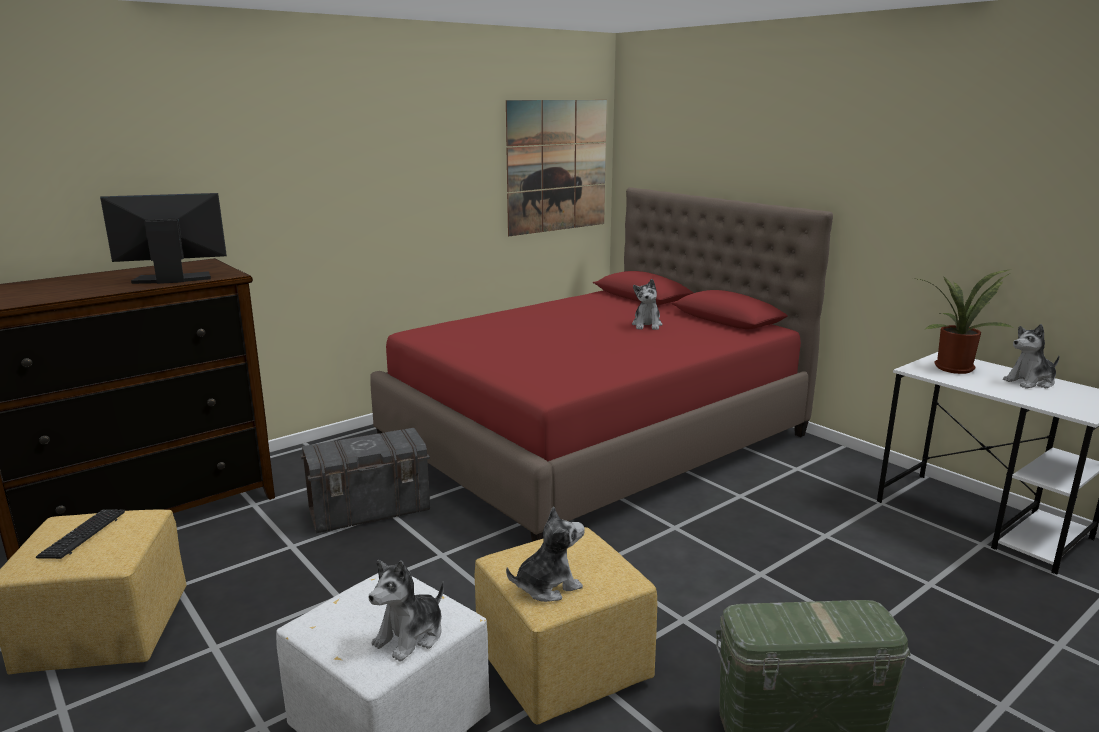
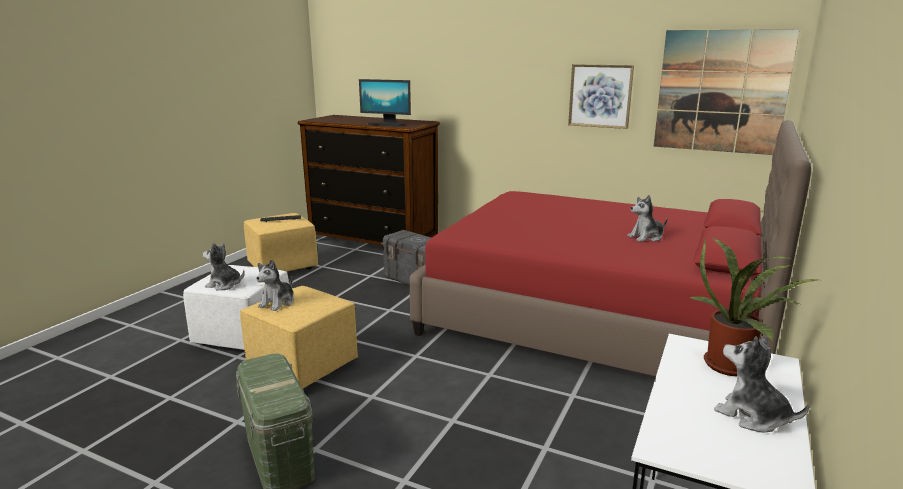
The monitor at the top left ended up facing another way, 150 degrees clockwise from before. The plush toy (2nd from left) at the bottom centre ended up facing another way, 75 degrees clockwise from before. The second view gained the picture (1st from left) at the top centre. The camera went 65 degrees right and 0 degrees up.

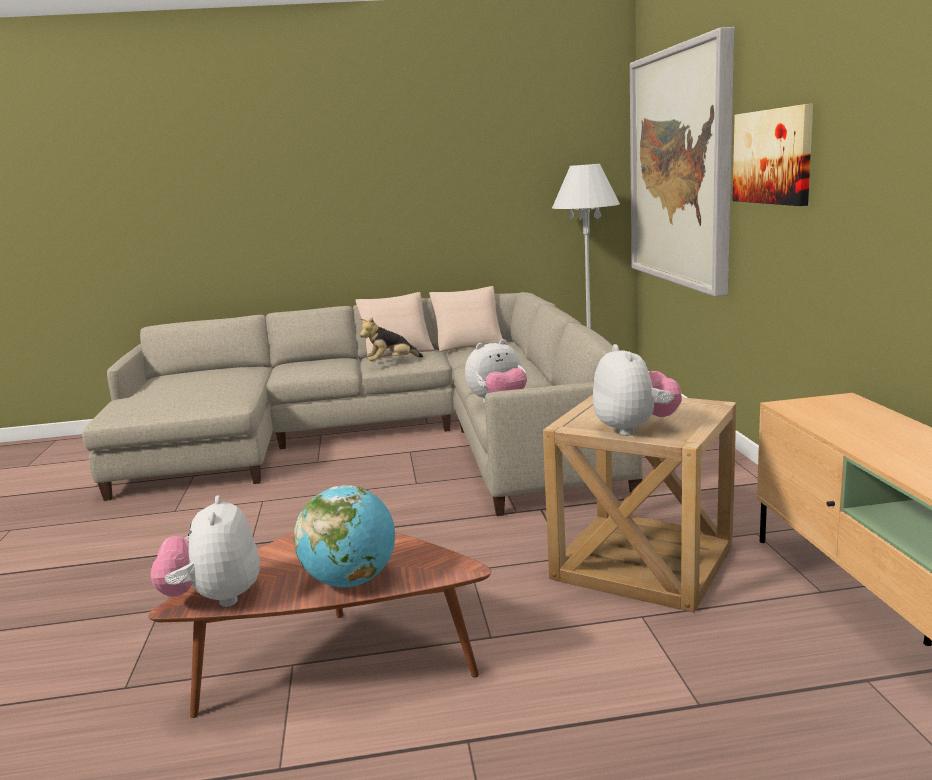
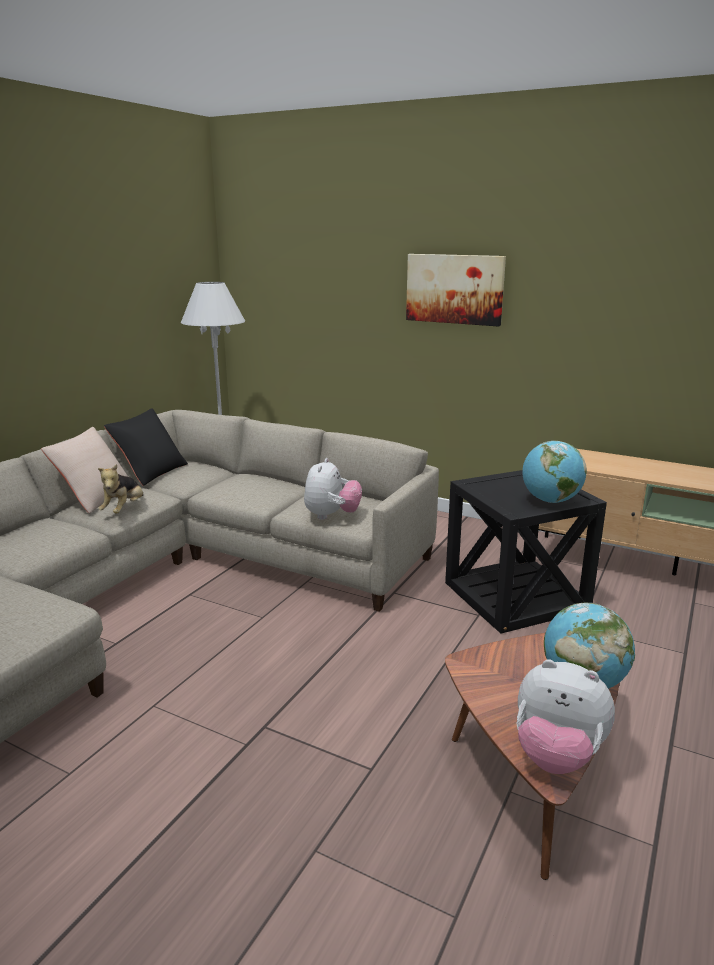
The second view lost the picture (1st from left) at the top right. What was the pillow (beige) (2nd from left) at the centre turned into the pillow (black) at the middle left. Where the plush toy (4th from left) stood at the middle right, the globe (1st from left) came to stand at the middle right. What was the side table (beige) at the middle right turned into the side table (black) at the middle right. The camera went 55 degrees left and 5 degrees up.

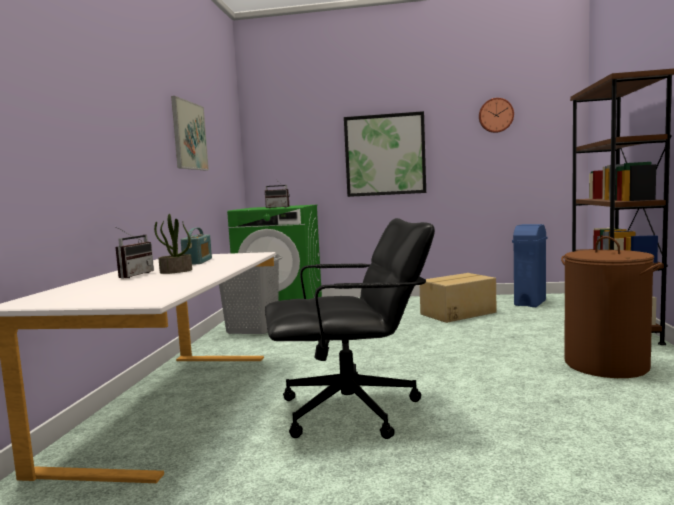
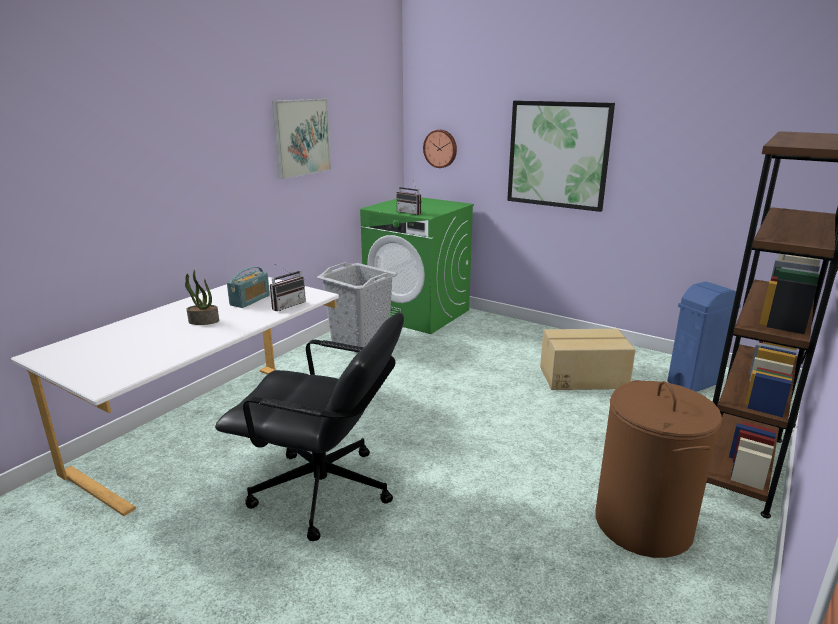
The wall clock ended up elsewhere, having gone from the top right to the top centre. The radio (1st from left in the first image) ended up elsewhere, having gone from the middle left to the centre. The camera went 25 degrees right and 15 degrees up.

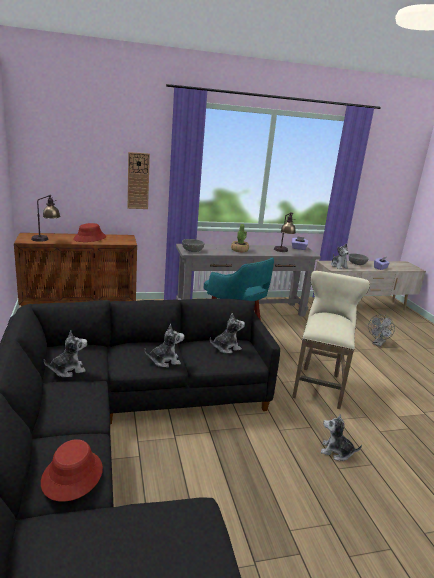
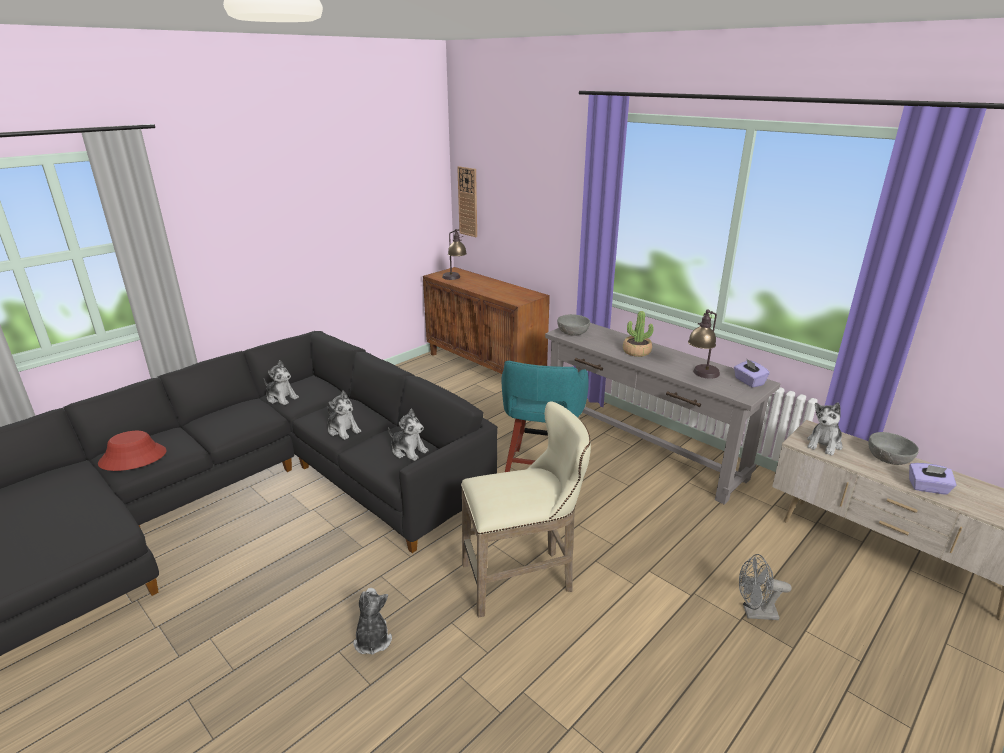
The wall clock ended up elsewhere, having gone from the top left to the top centre. The second view lost the hat (red) (2nd from left) at the middle left. The camera went 60 degrees right and 5 degrees up.

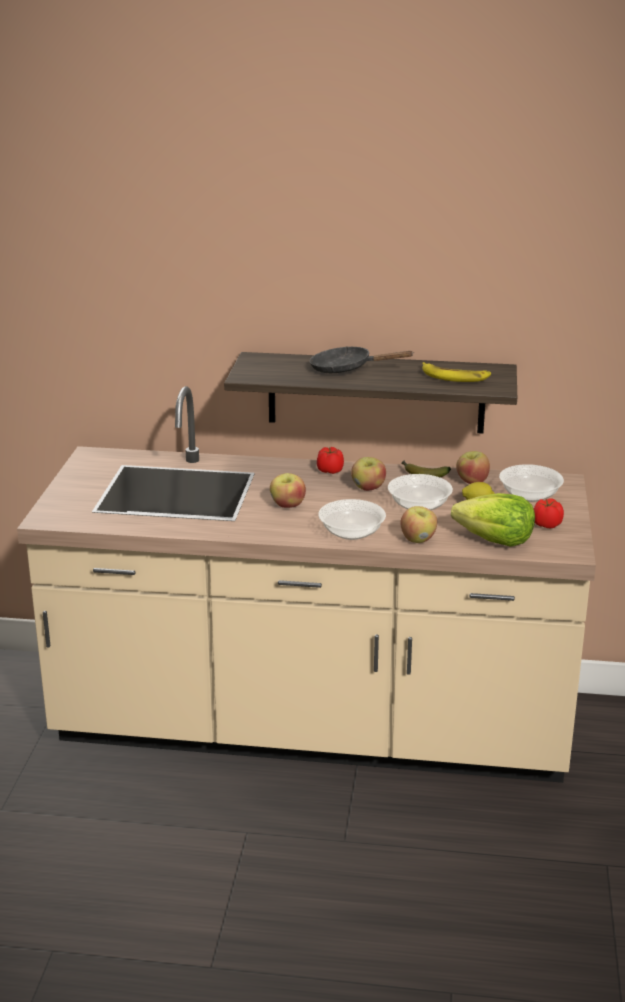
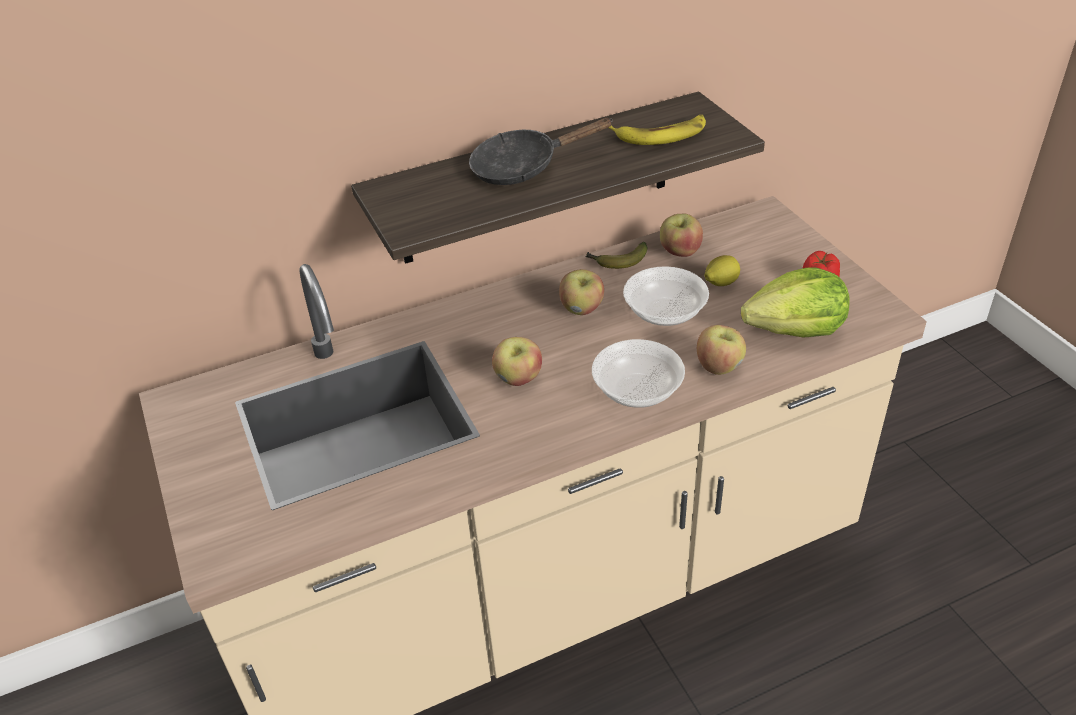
The second view lost the tomato (1st from left) at the centre. The second view lost the bowl (3rd from left) at the middle right. The camera went 30 degrees left and 15 degrees up.

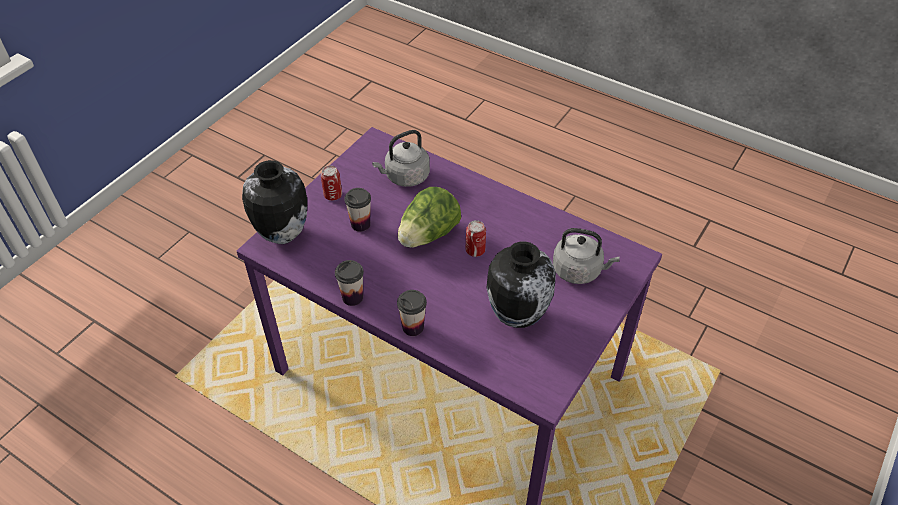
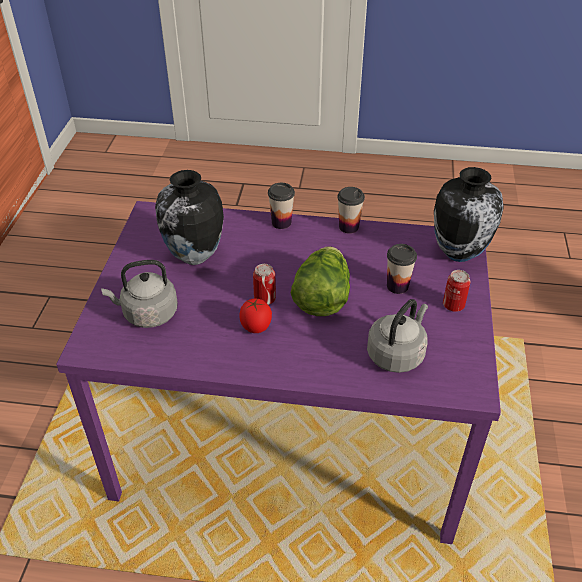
The second view gained the tomato at the centre. The camera went 155 degrees right and 5 degrees down.

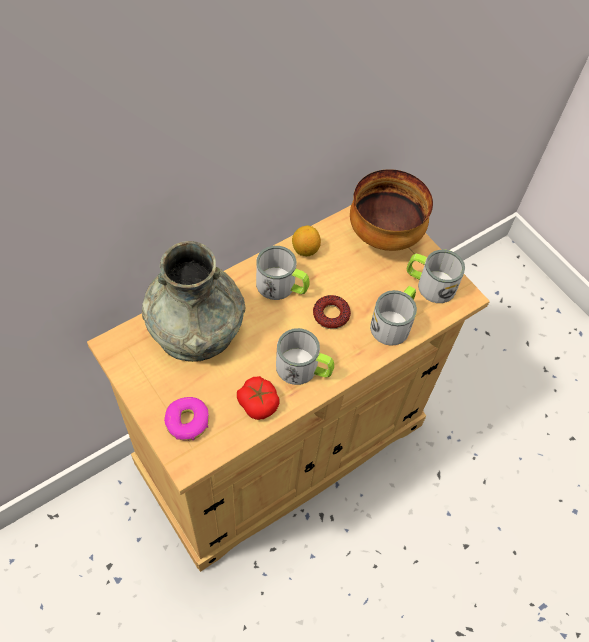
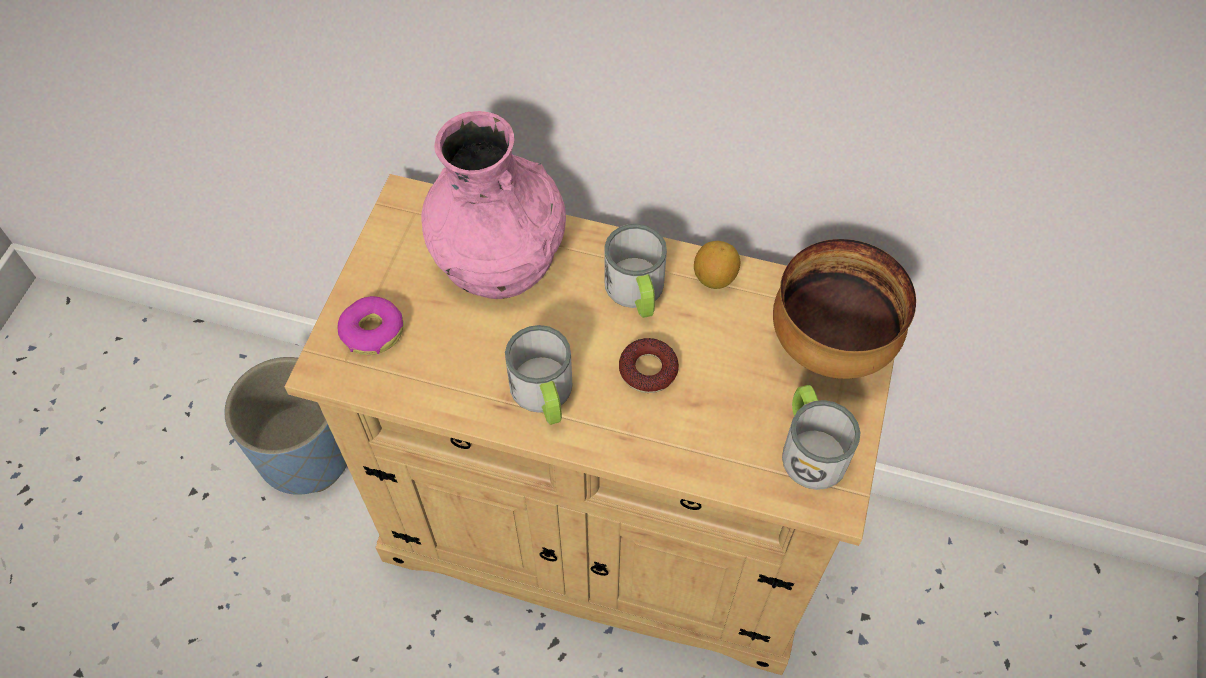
What was the vase (grey) at the middle left turned into the vase (pink) at the top centre. The second view lost the mug (3rd from left) at the middle right. The second view lost the tomato at the centre. The second view gained the planter (blue) at the middle left. The camera went 55 degrees right and 0 degrees up.

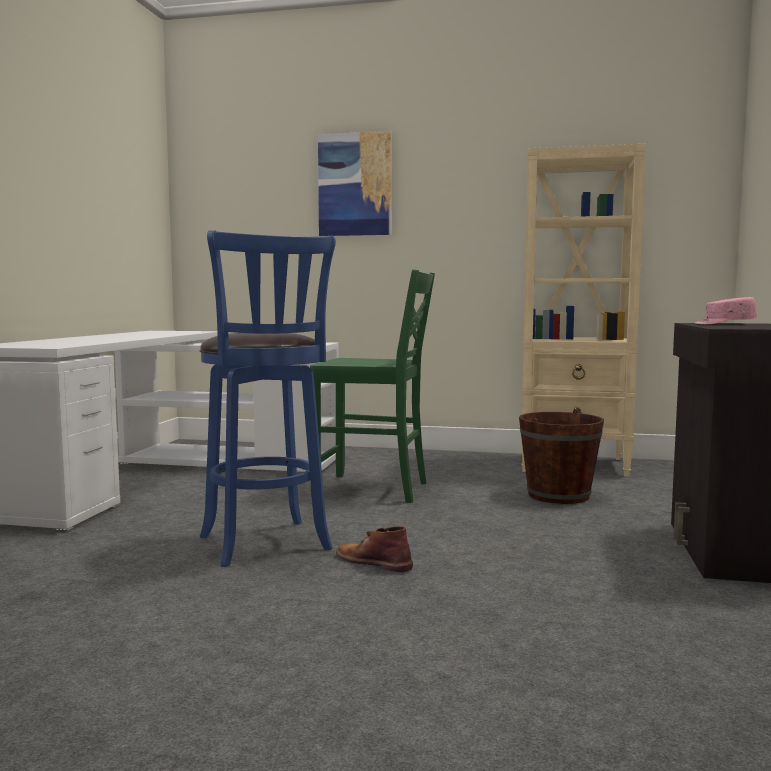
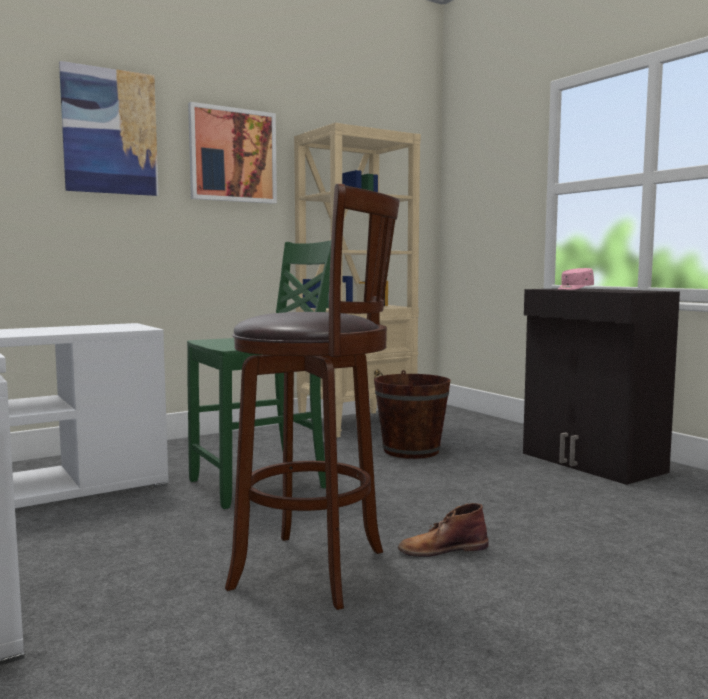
What was the stool (blue) at the centre turned into the stool (brown) at the centre. The second view gained the picture (2nd from left) at the top left. The camera went 45 degrees left and 0 degrees up.

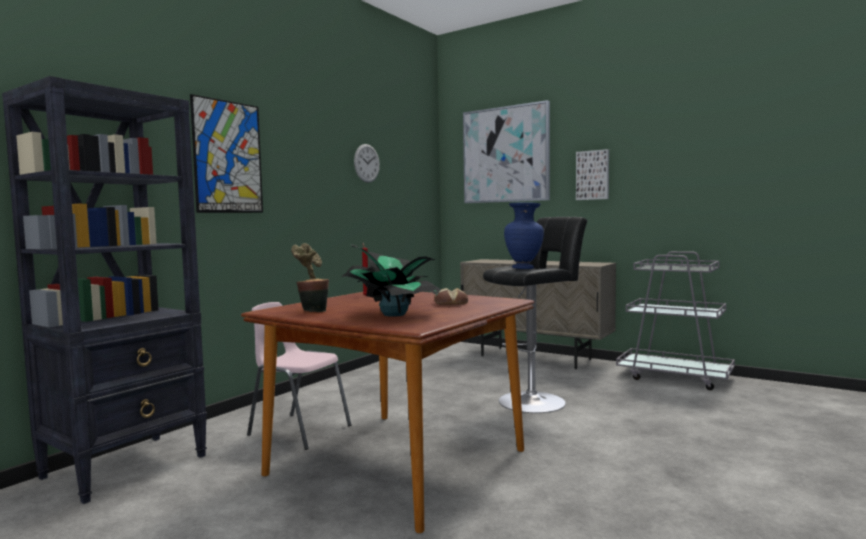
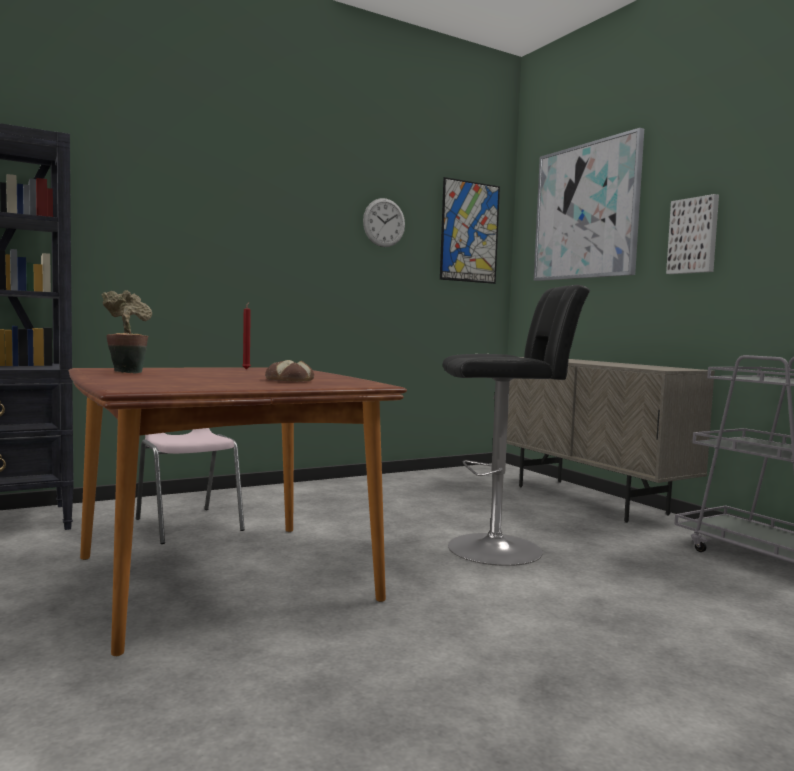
The picture (1st from left) ended up elsewhere, having gone from the top left to the top centre. The second view lost the vase (blue) at the centre. The second view lost the potted plant (2nd from left) at the centre. The camera went 25 degrees right and 0 degrees up.

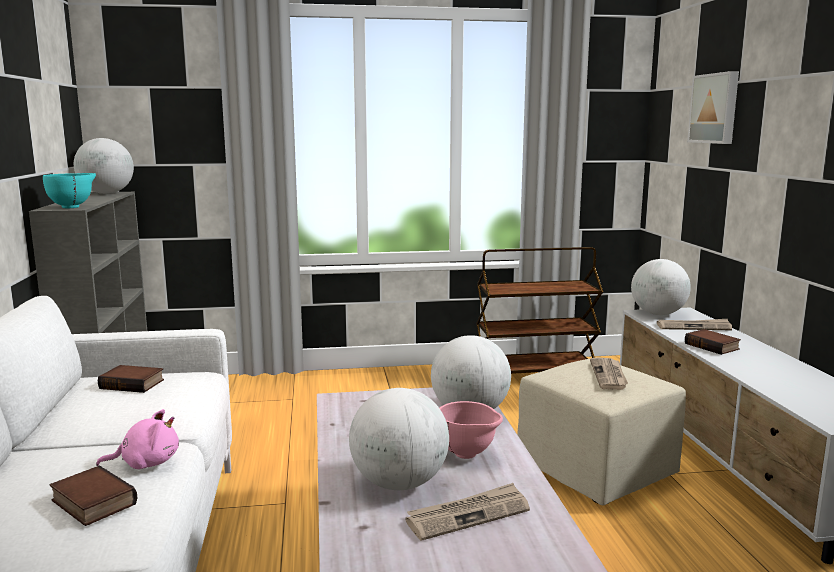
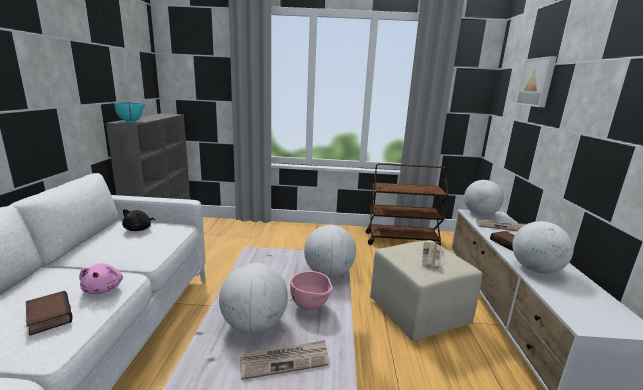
The globe (1st from left in the first image) ended up elsewhere, having gone from the top left to the middle right. Where the book (2nd from left) stood at the middle left, the plush toy (black) came to stand at the middle left. The plush toy (pink) at the bottom left ended up facing another way, 75 degrees clockwise from before. The camera went 10 degrees right and 5 degrees up.

